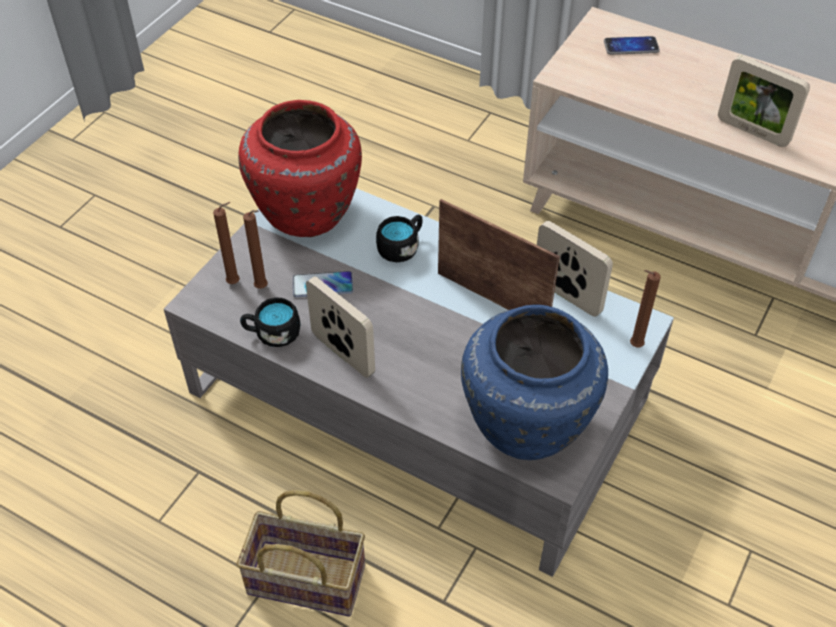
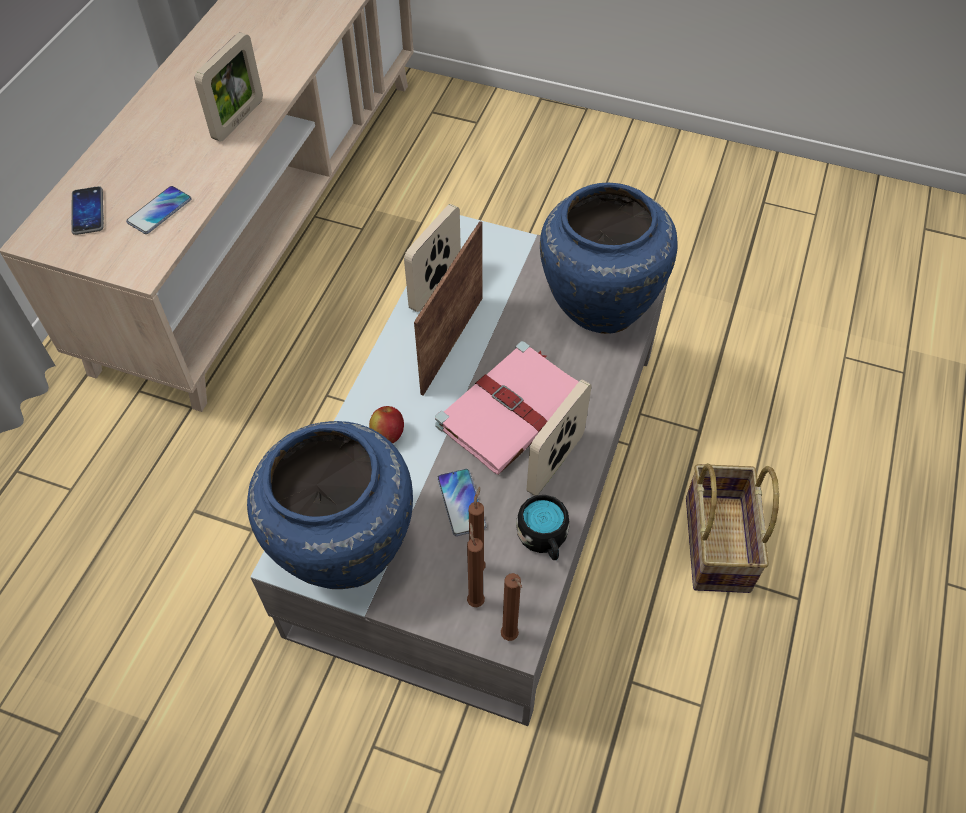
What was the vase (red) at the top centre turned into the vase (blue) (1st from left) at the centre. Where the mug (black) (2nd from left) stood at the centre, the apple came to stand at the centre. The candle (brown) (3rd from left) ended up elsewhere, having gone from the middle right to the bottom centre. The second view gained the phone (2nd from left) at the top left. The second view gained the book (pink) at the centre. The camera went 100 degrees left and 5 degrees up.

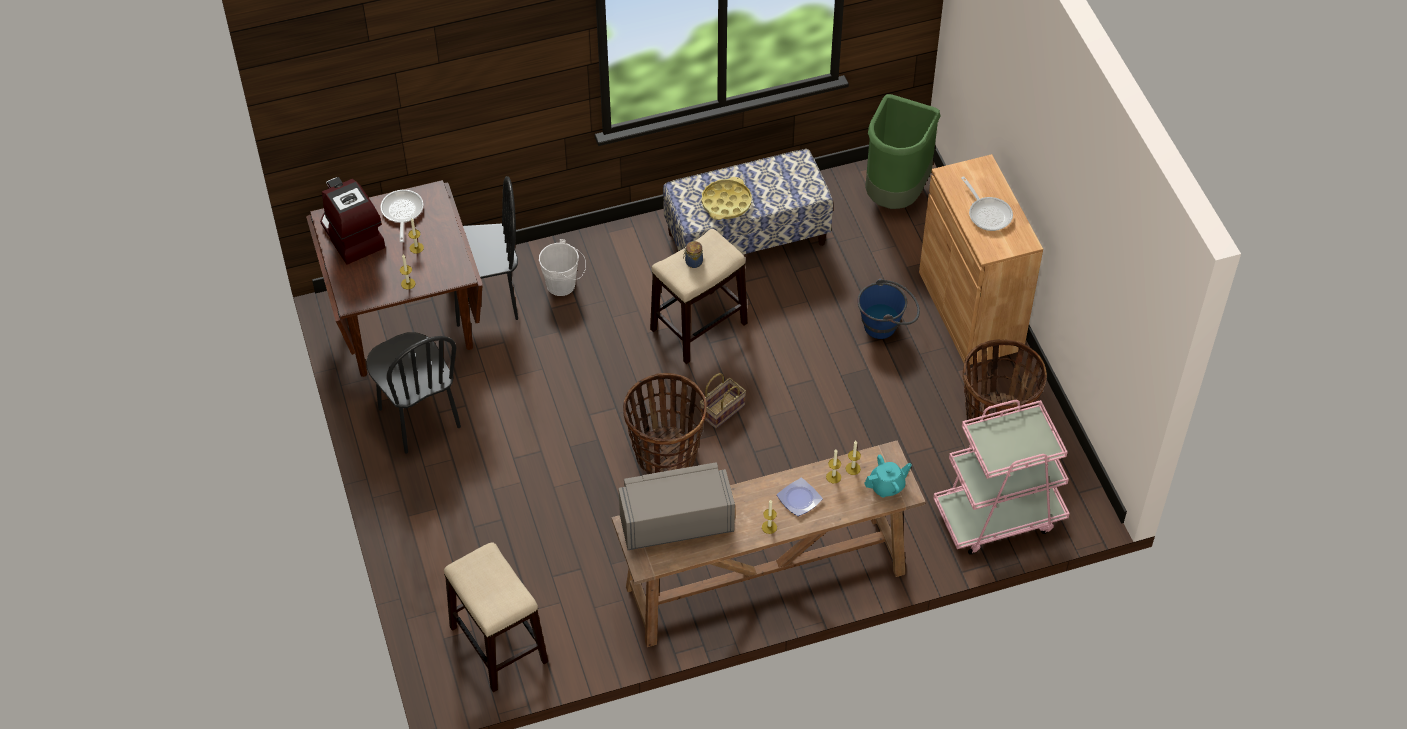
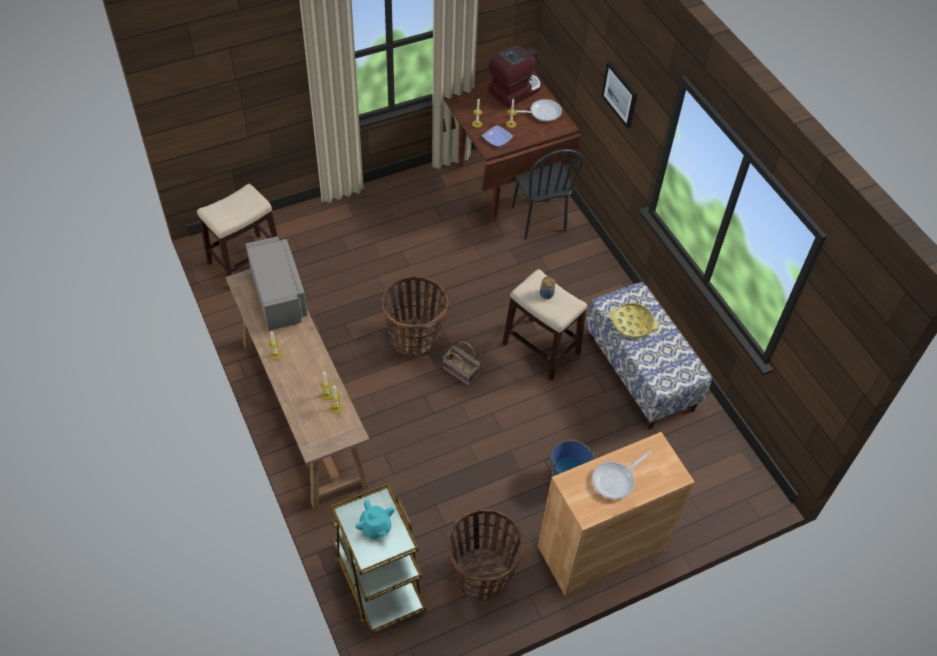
The second view lost the trash can (green) at the top centre. The second view lost the bucket (white) at the centre. The second view lost the chair (black) (1st from left) at the middle left. What was the cart (pink) at the middle right turned into the cart (brown) at the bottom centre. The teapot (turquoise) ended up elsewhere, having gone from the centre to the bottom centre. The plate ended up elsewhere, having gone from the bottom centre to the top centre. The second view gained the picture at the top centre. The camera went 80 degrees right and 0 degrees up.

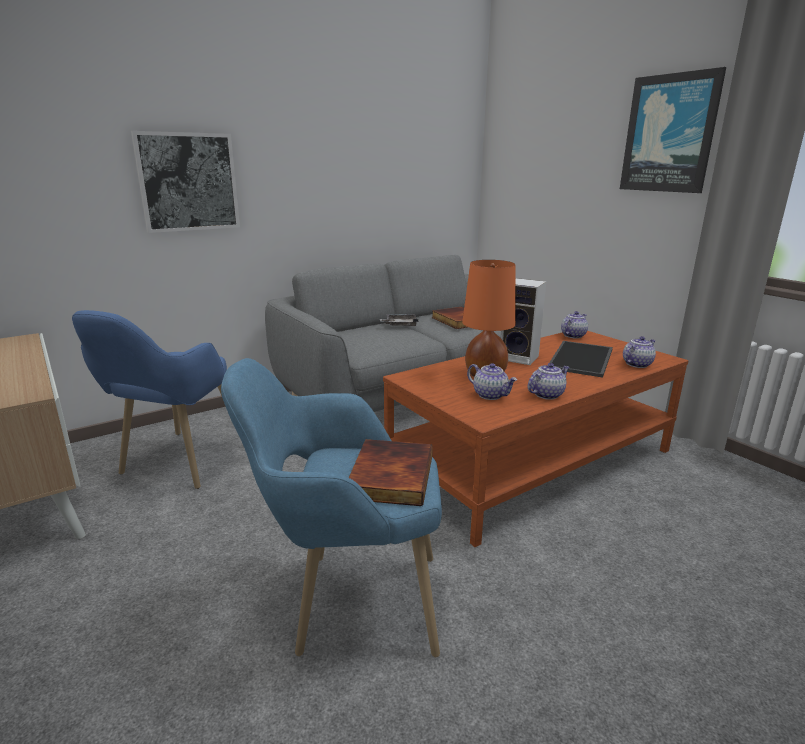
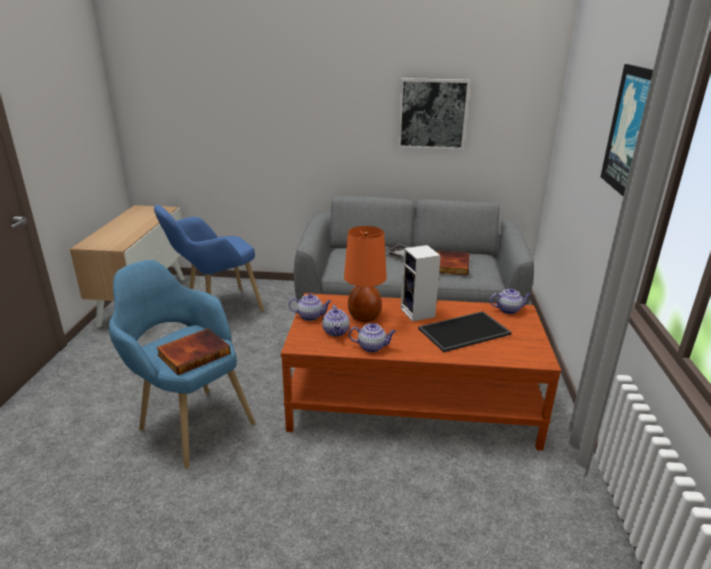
The picture (1st from left) ended up elsewhere, having gone from the top left to the top centre. The teapot (4th from left in the first image) ended up elsewhere, having gone from the middle right to the centre. The camera went 40 degrees right and 5 degrees up.

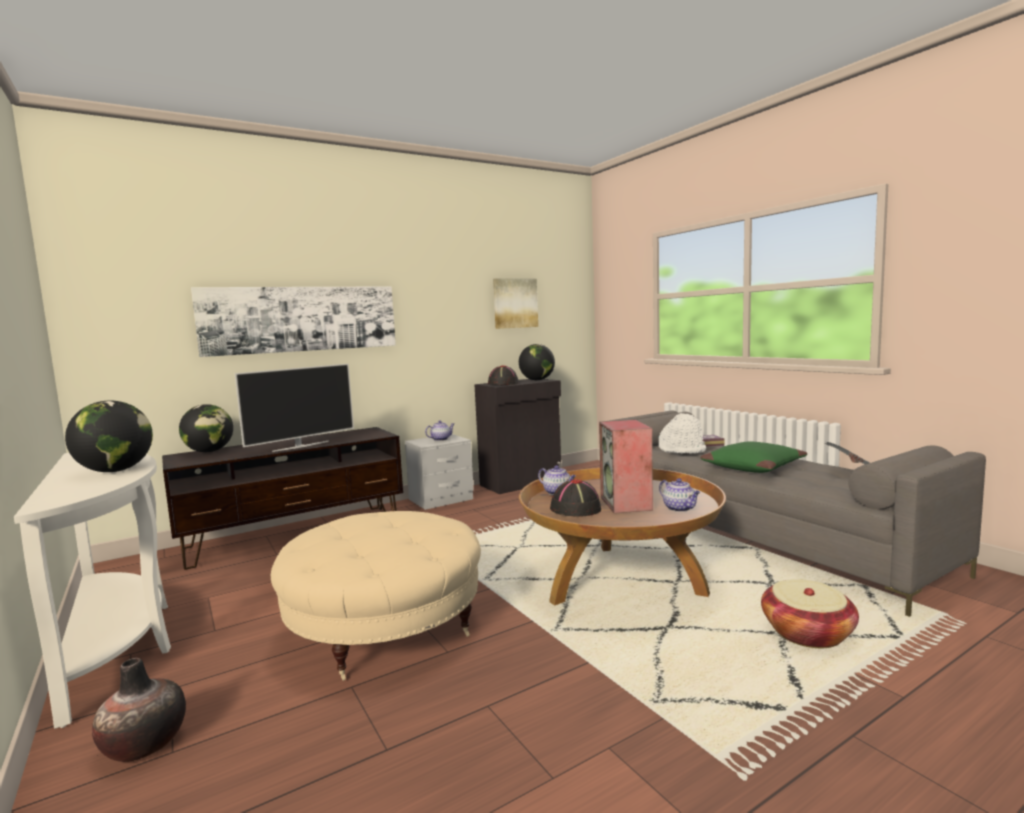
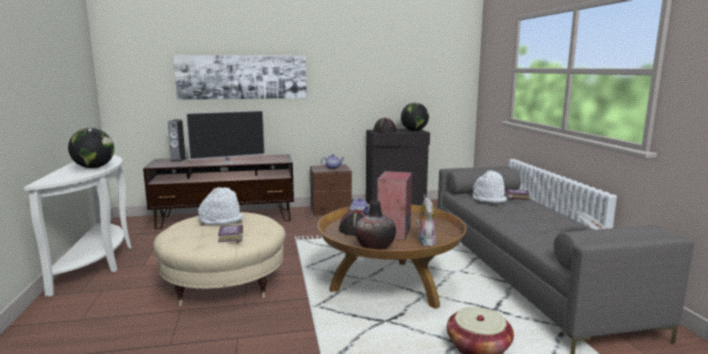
The second view lost the picture (2nd from left) at the centre. Where the globe (2nd from left) stood at the middle left, the speaker (1st from left) came to stand at the middle left. What was the nightstand (grey) at the centre turned into the nightstand (brown) at the centre. The second view lost the pillow (green) at the middle right. Where the teapot (3rd from left) stood at the centre, the plush toy came to stand at the centre. The vase ended up elsewhere, having gone from the bottom left to the centre. The second view gained the hat (white) (1st from left) at the middle left. The second view gained the book (1st from left) at the middle left. The camera went 20 degrees right and 5 degrees up.

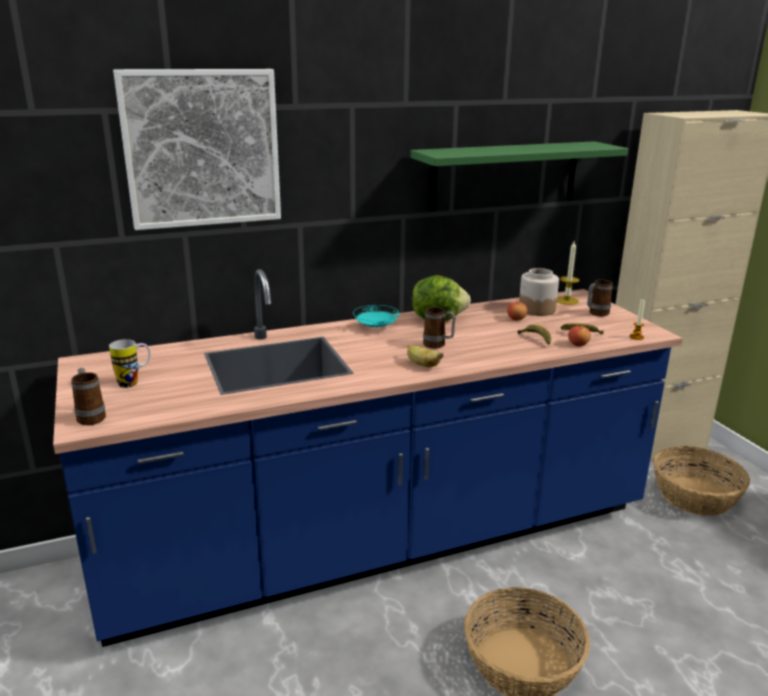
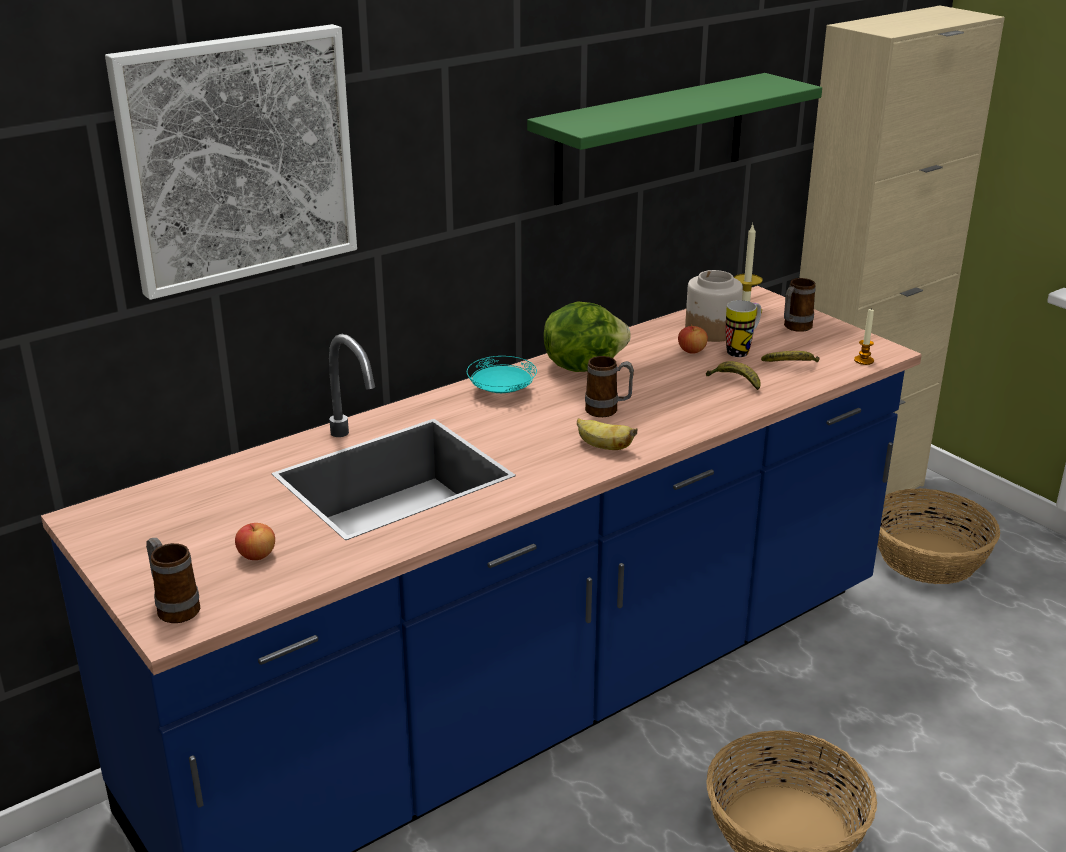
The apple (2nd from left in the first image) ended up elsewhere, having gone from the middle right to the middle left. The mug (2nd from left in the first image) ended up elsewhere, having gone from the middle left to the middle right. The camera went 15 degrees left and 5 degrees up.

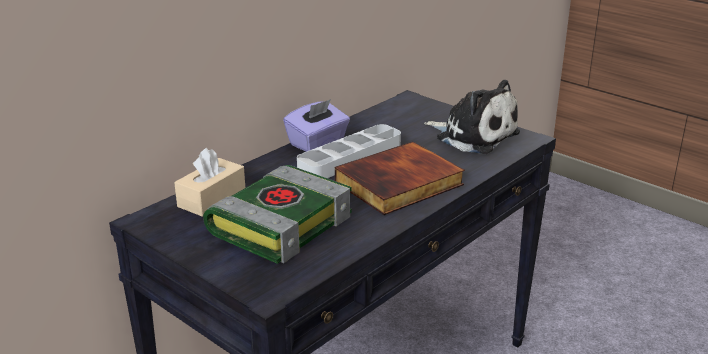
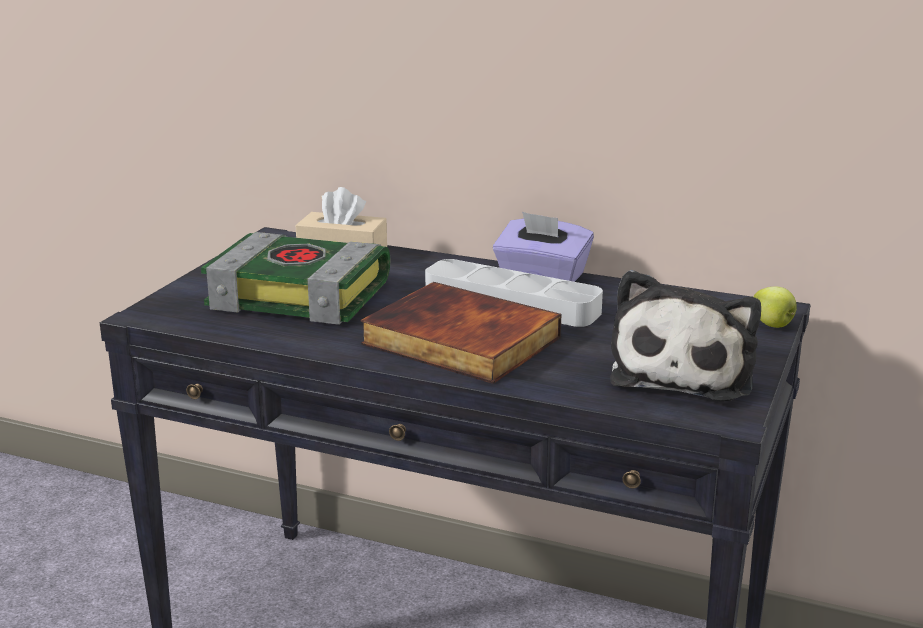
The second view gained the apple at the middle right. The camera went 70 degrees right and 5 degrees down.

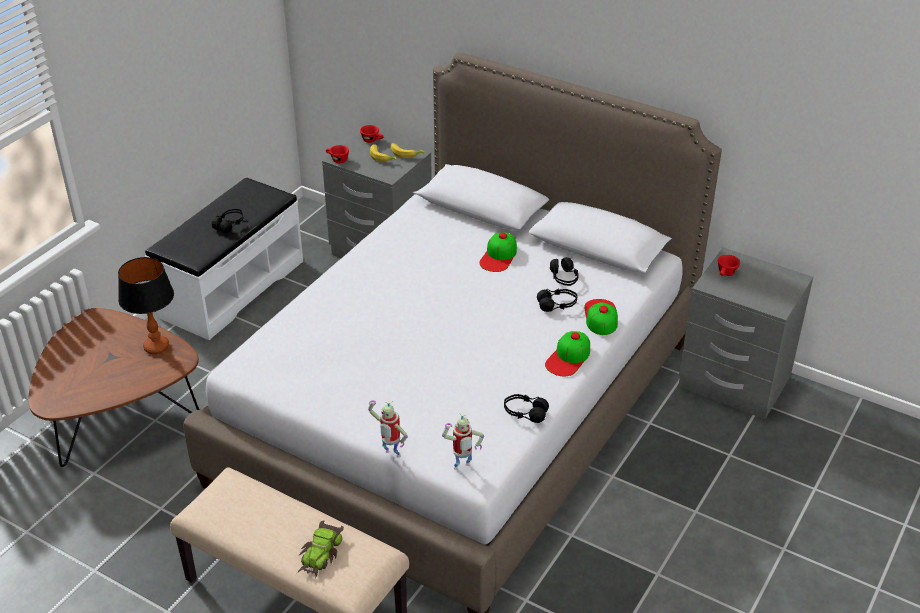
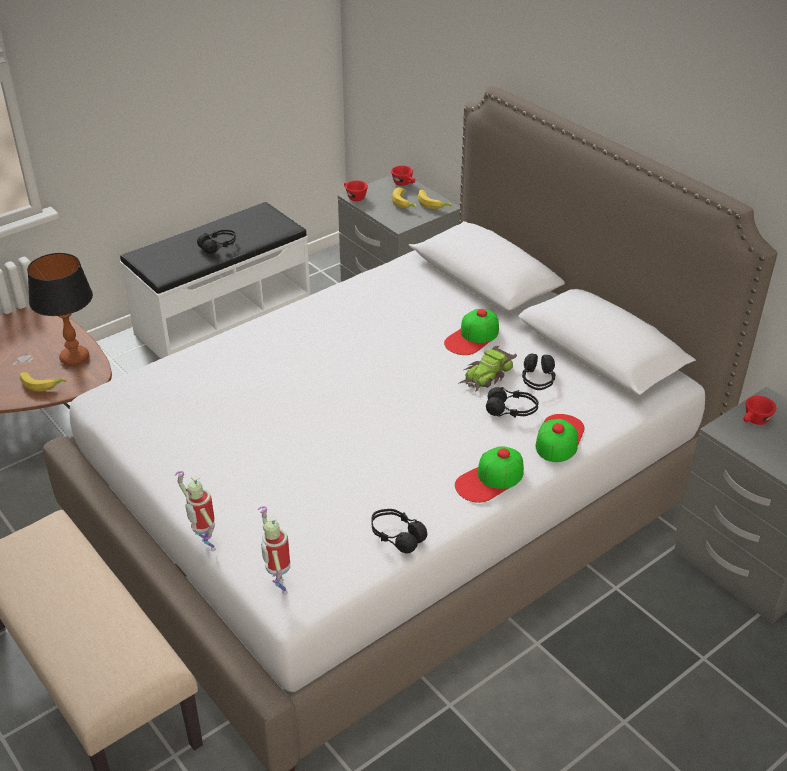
The toy robot (2nd from left) at the bottom centre ended up facing another way, 75 degrees clockwise from before. The toy car ended up elsewhere, having gone from the bottom centre to the centre. The second view gained the banana (1st from left) at the middle left. The camera went 20 degrees right and 0 degrees up.

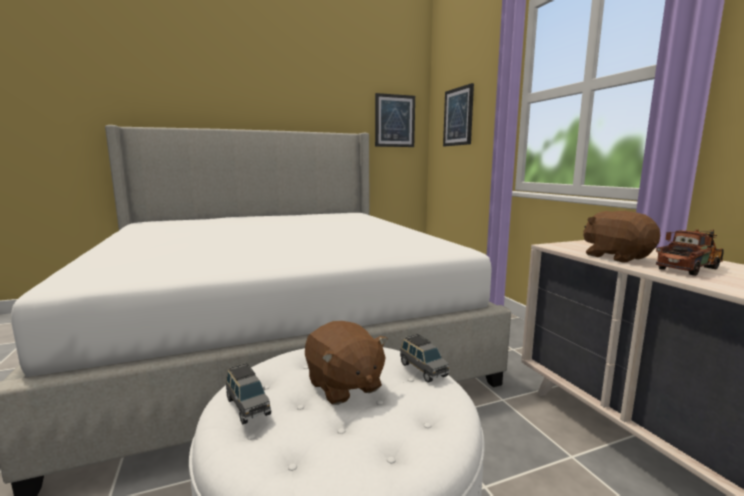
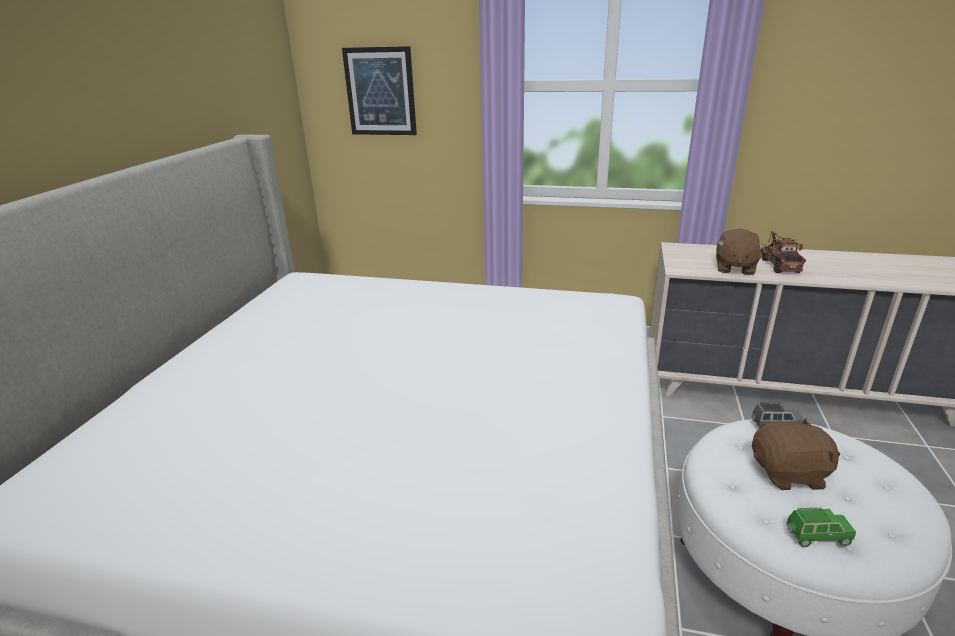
The second view lost the picture (1st from left) at the top centre. The plush toy (brown) (2nd from left in the first image) at the middle right ended up facing another way, 75 degrees counterclockwise from before. What was the toy car (grey) (1st from left) at the bottom centre turned into the toy car (green) at the bottom right. The camera went 55 degrees left and 15 degrees up.

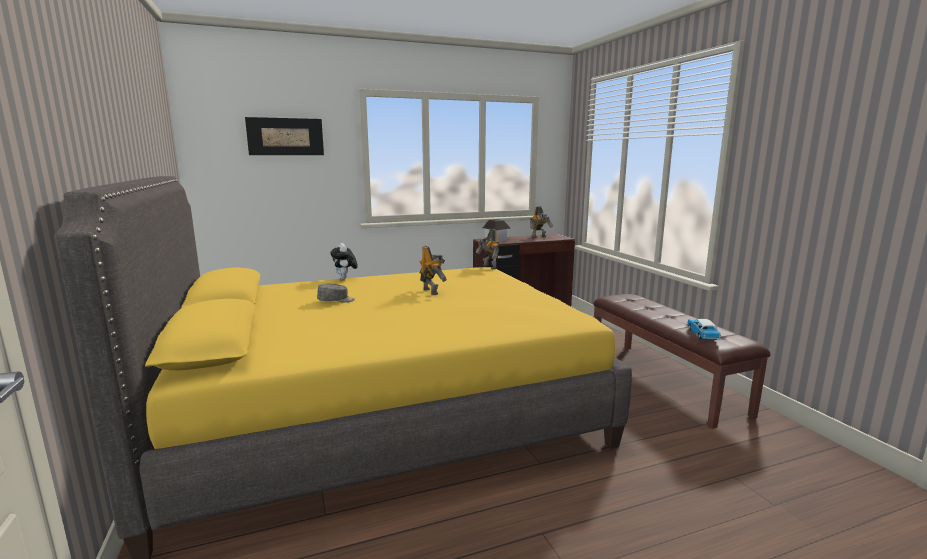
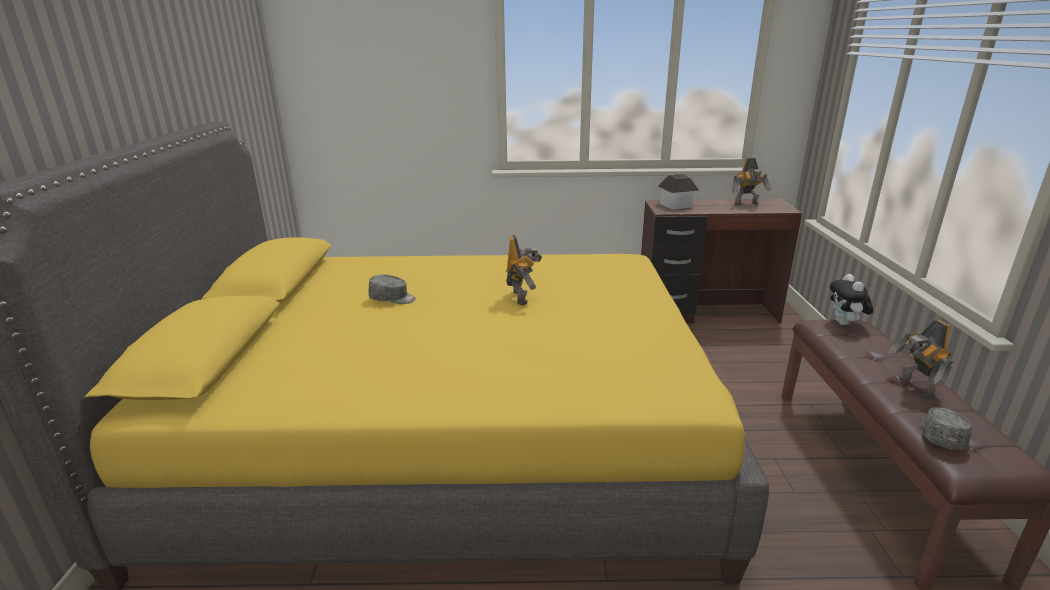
The second view lost the picture at the top left. The toy robot (2nd from left in the first image) ended up elsewhere, having gone from the centre to the middle right. The plush toy ended up elsewhere, having gone from the centre to the middle right. Where the toy car stood at the middle right, the cap (grey) (2nd from left) came to stand at the bottom right. The camera went 20 degrees right and 10 degrees up.

